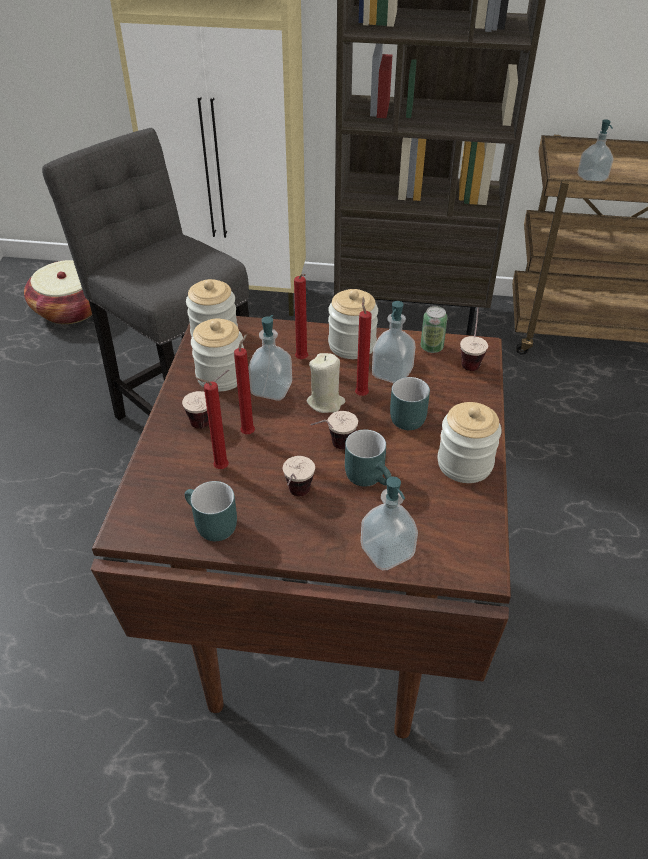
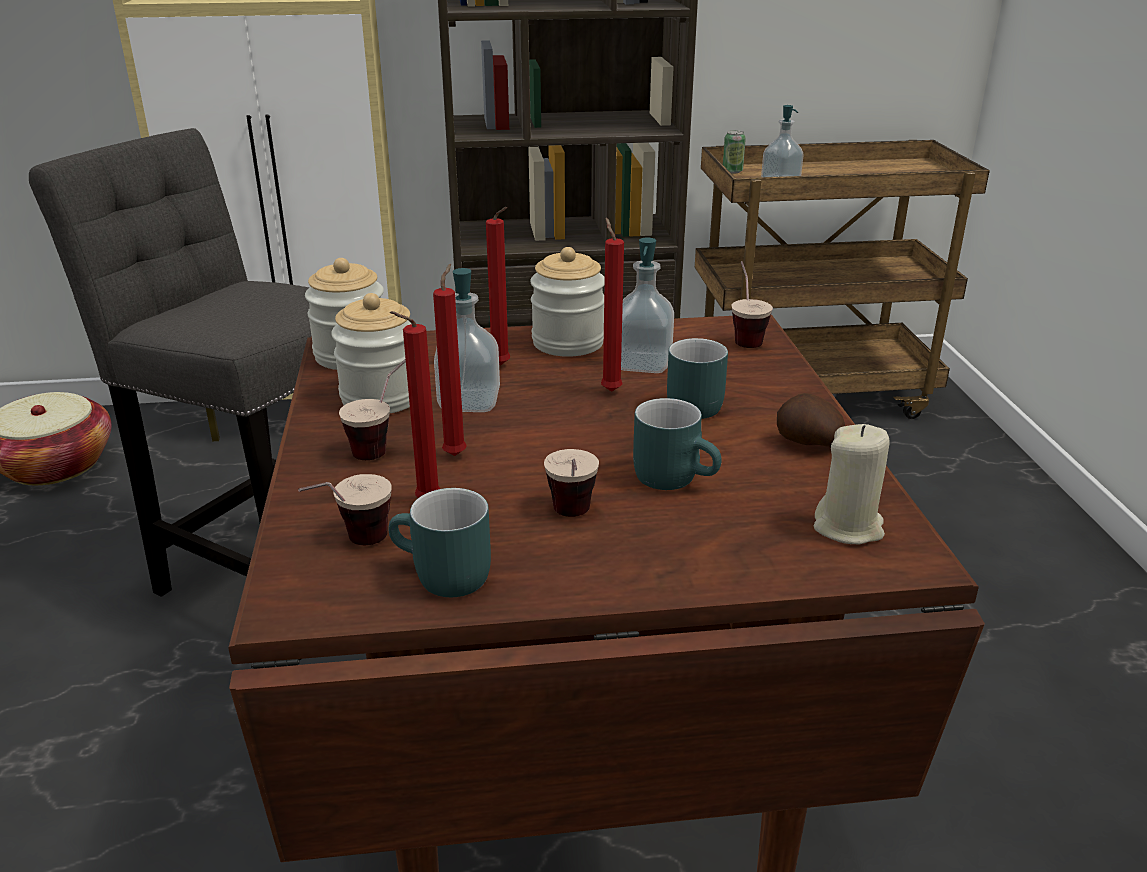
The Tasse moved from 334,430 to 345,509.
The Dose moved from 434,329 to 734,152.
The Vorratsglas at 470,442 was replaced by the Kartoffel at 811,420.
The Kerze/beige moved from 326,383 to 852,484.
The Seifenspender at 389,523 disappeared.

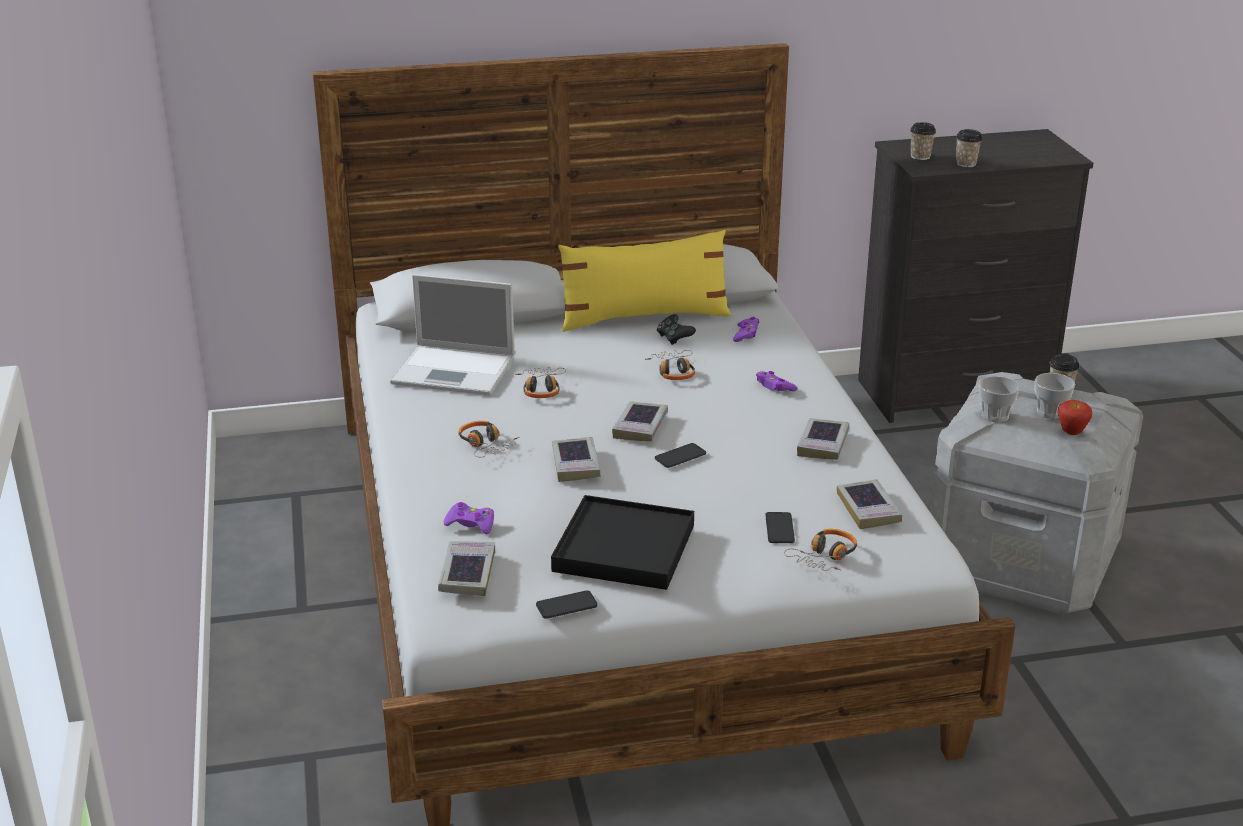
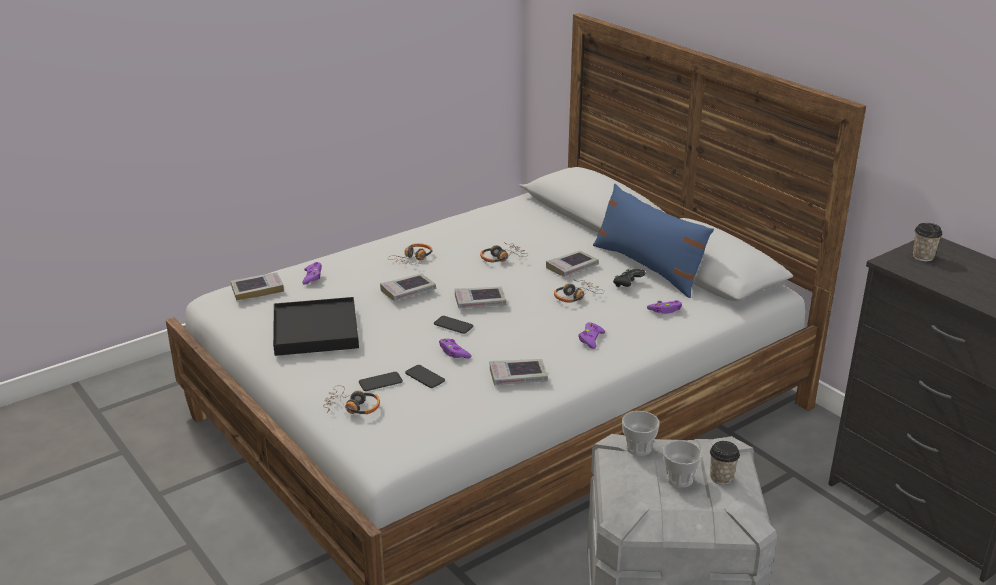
The Handy moved from 567,604 to 425,376.
The Gamepad/lila at 455,349 appeared.
The Buch moved from 869,504 to 572,264.
The Kissen/gelb at 644,281 became the Kissen/blau at 653,241.
The Laptop at 452,334 disappeared.
The Tasse at 969,148 disappeared.
The Apfel at 1075,417 disappeared.

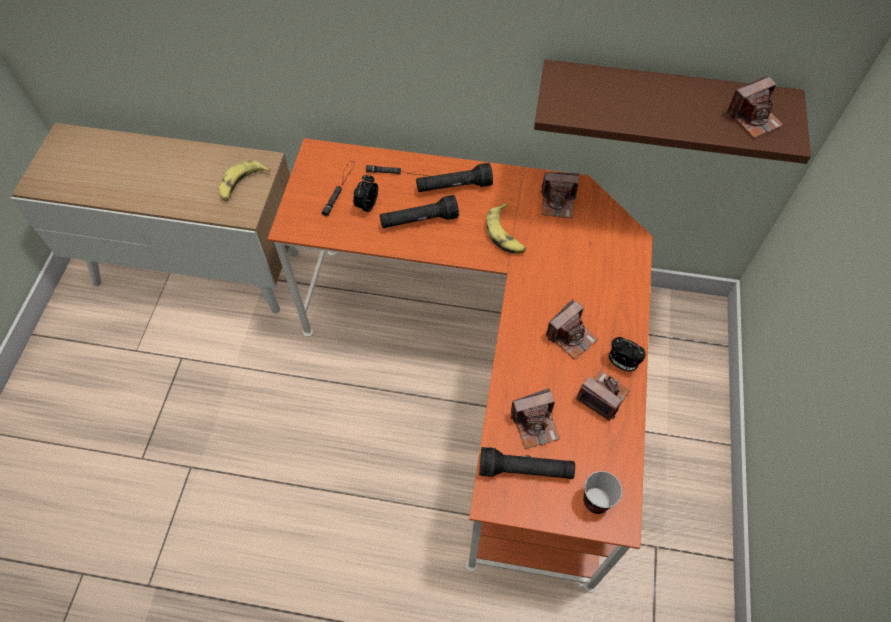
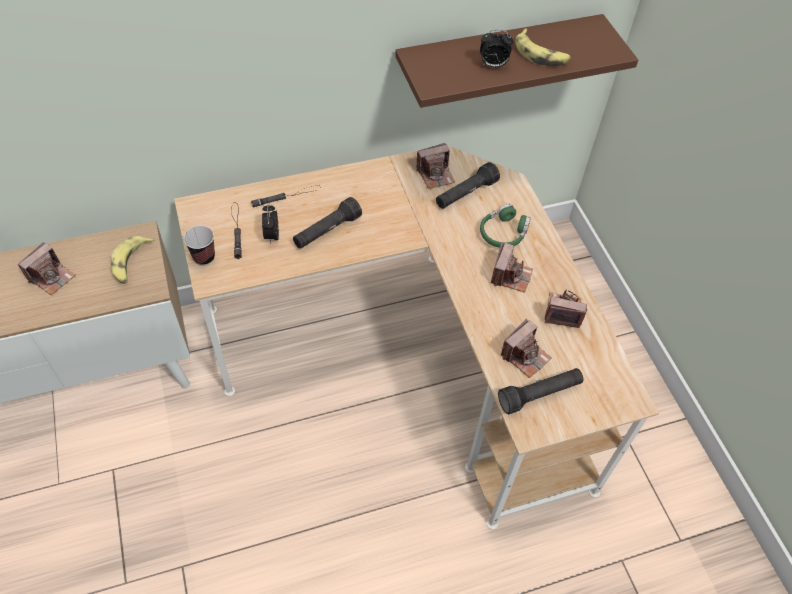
The Kamera moved from 755,106 to 47,268.
The Schreibtisch/orange at 460,365 became the Schreibtisch/beige at 416,337.
The Tasse moved from 602,492 to 199,246.
The Taschenlampe/schwarz moved from 454,177 to 468,185.
The Wecker moved from 627,354 to 496,49.
The Kopfhörer/grün at 505,226 appeared.
The Banane moved from 506,228 to 543,47.

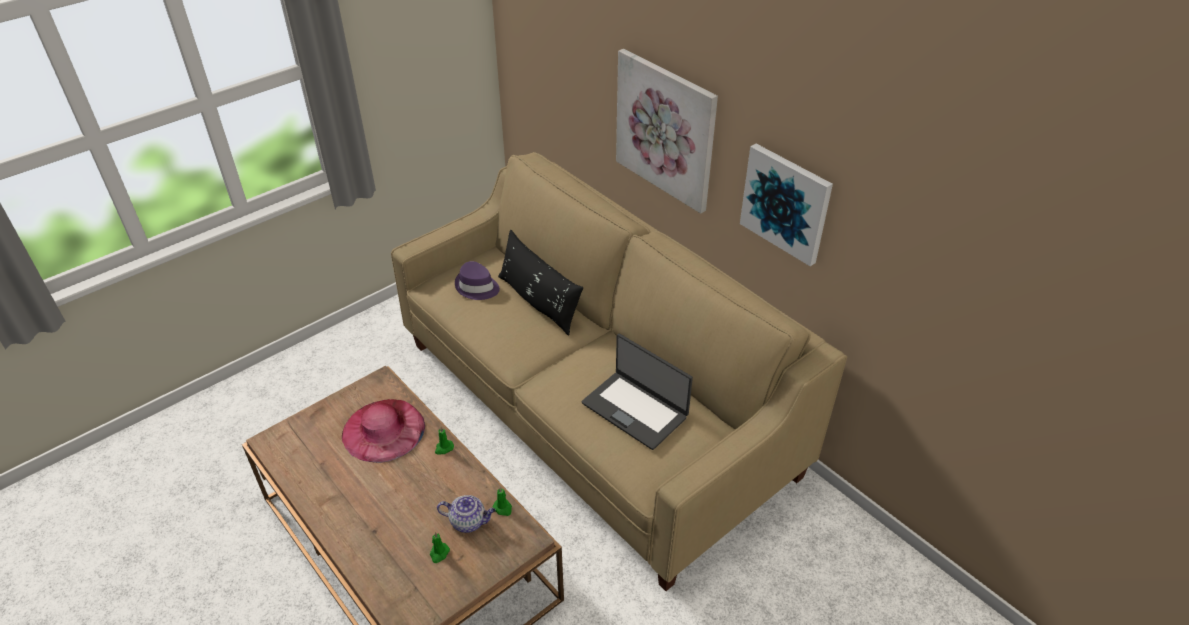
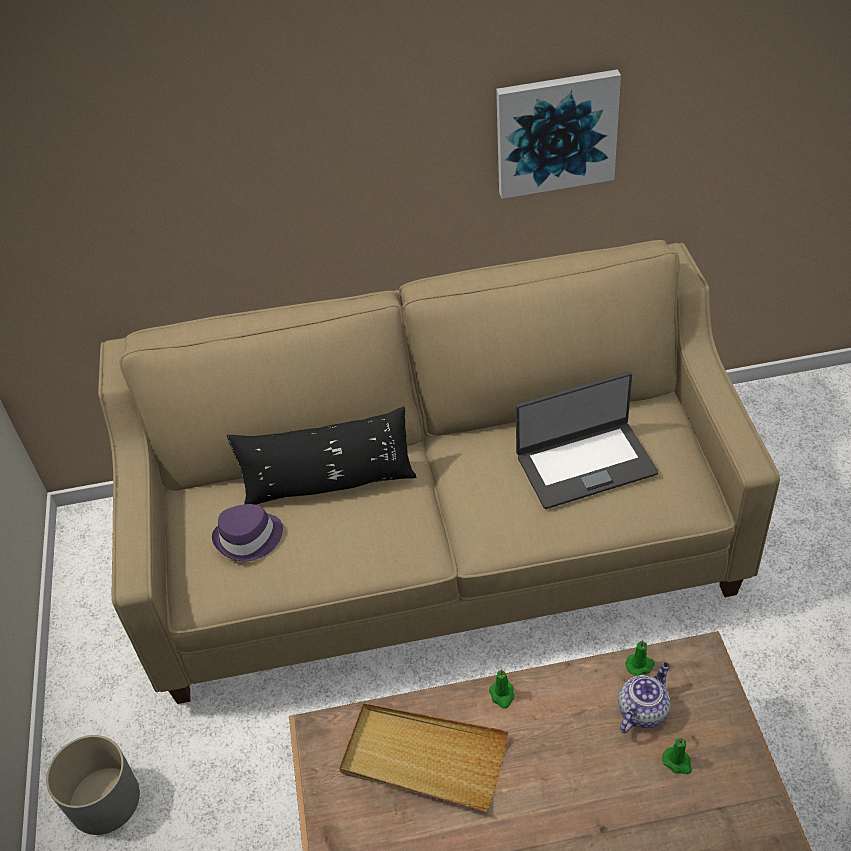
The Pflanzkübel/grau at 93,785 appeared.
The Hut/rosa at 383,431 was replaced by the Tablett/beige at 423,757.
The Bild at 667,131 disappeared.

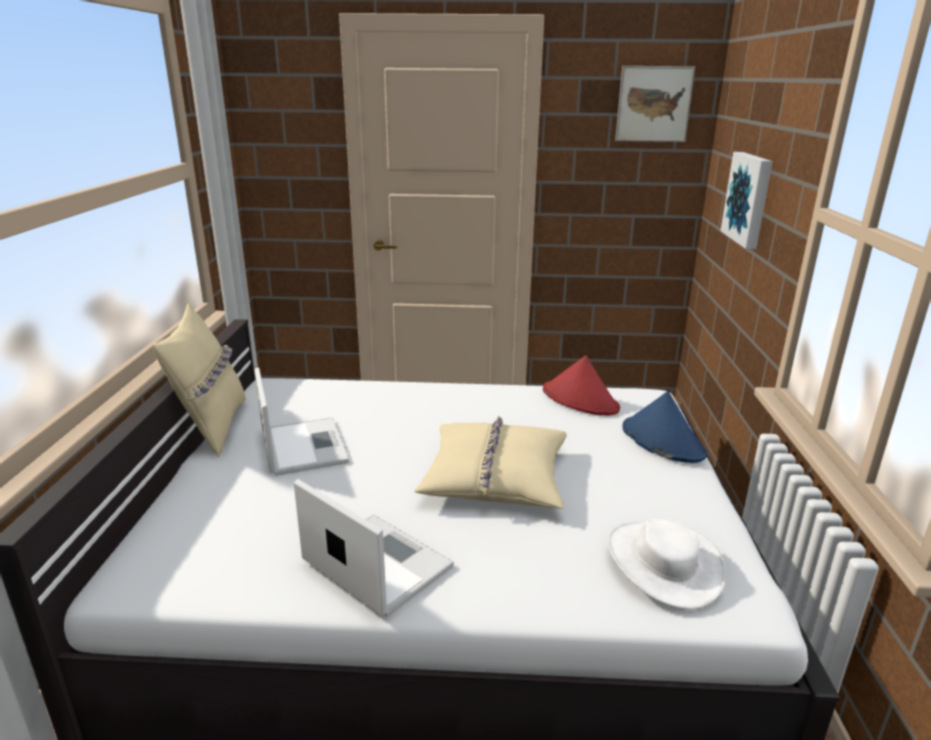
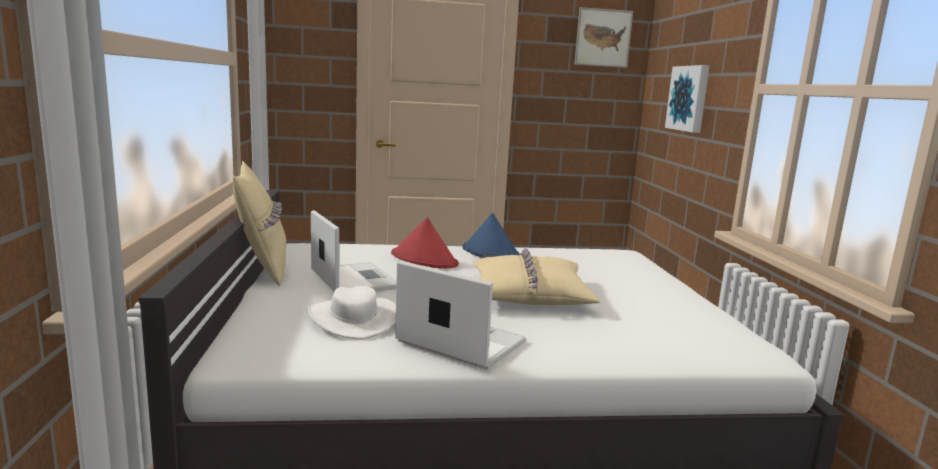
The Hut/weiß moved from 666,564 to 352,312.
The Hut/rot moved from 581,385 to 425,242.
The Hut/blau moved from 664,427 to 491,235.

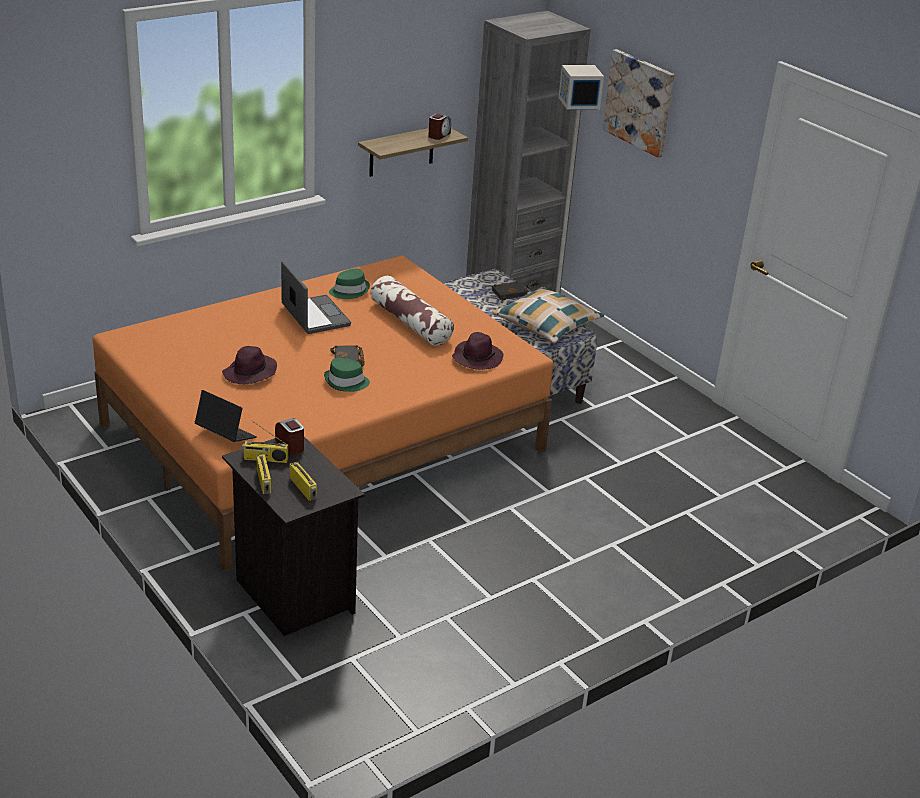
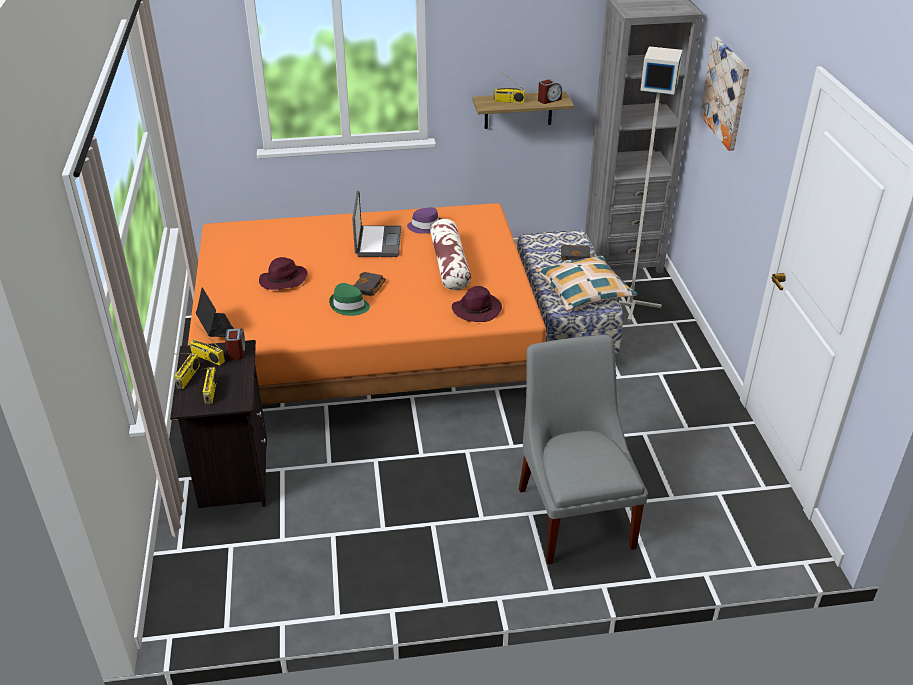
The Hut/grün at 349,283 became the Hut/lila at 424,220.
The Radio at 509,88 appeared.
The Stuhl/grau at 583,449 appeared.

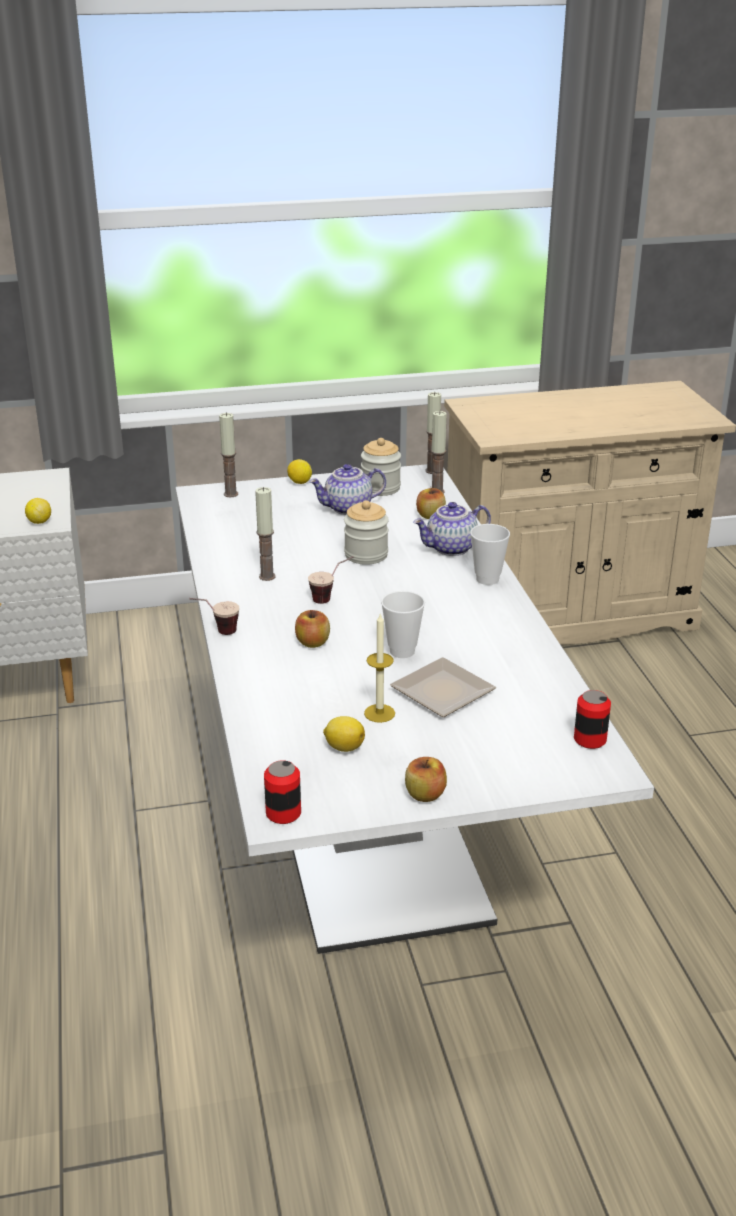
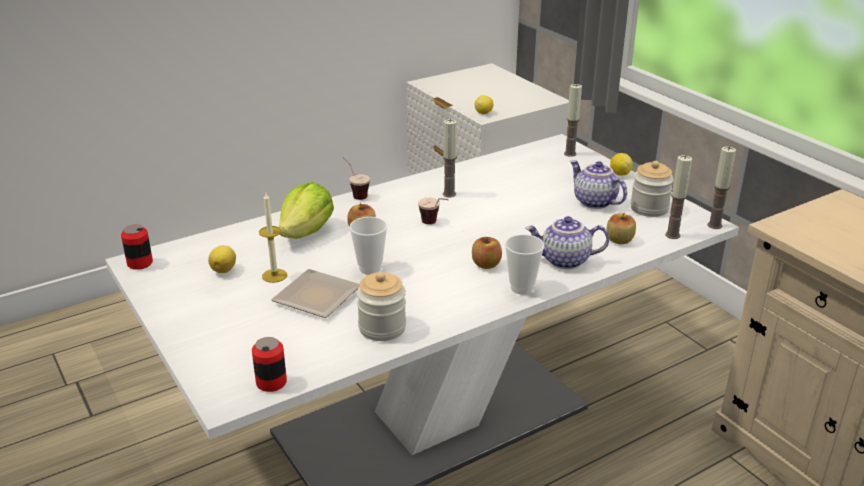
The Salatkopf at 306,210 appeared.
The Vorratsglas moved from 366,532 to 381,306.
The Apfel moved from 426,779 to 487,253.
The Teekanne at 452,529 turned 45 degrees counterclockwise.

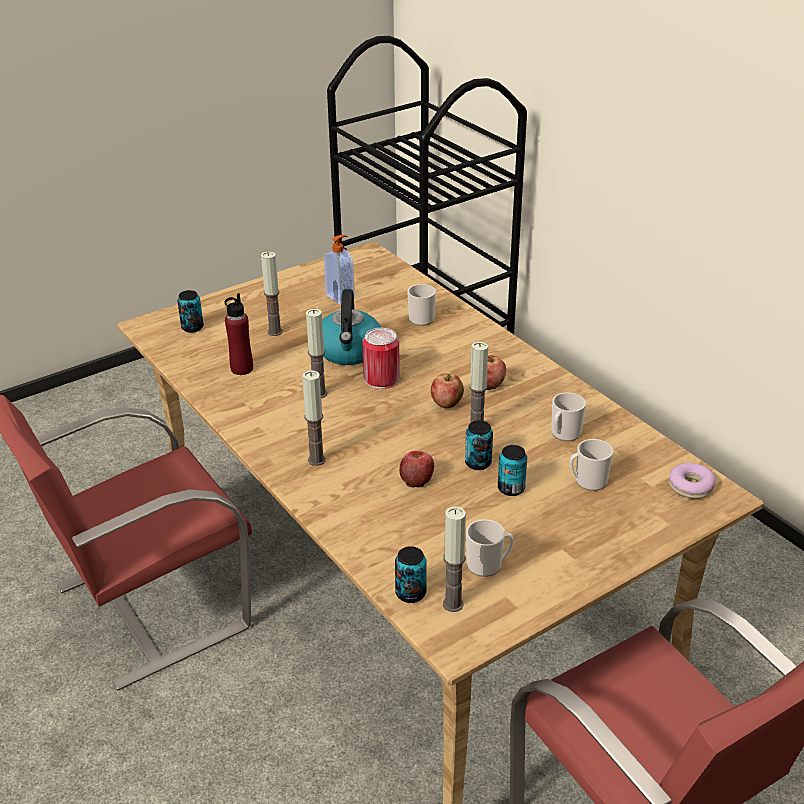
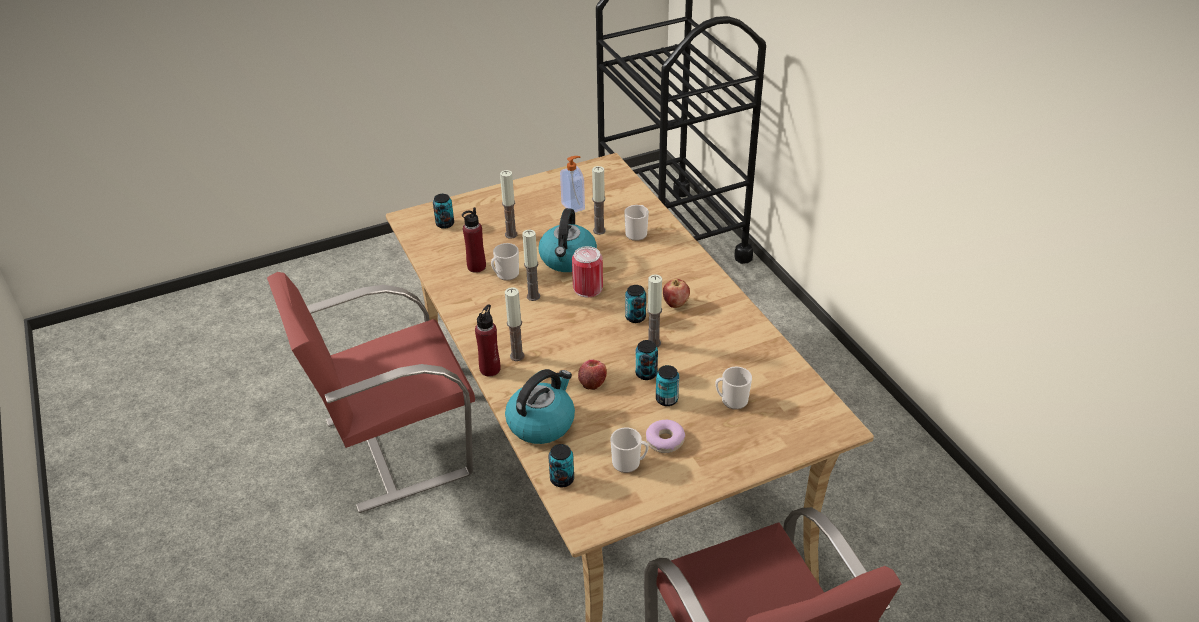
The Flasche/rot at 487,340 appeared.
The Henkelbecher moved from 568,416 to 505,262.
The Wasserkessel at 540,406 appeared.
The Kerze moved from 454,559 to 599,200.
The Apfel at 447,390 was replaced by the Dose at 635,304.
The Donut moved from 692,481 to 665,436.

